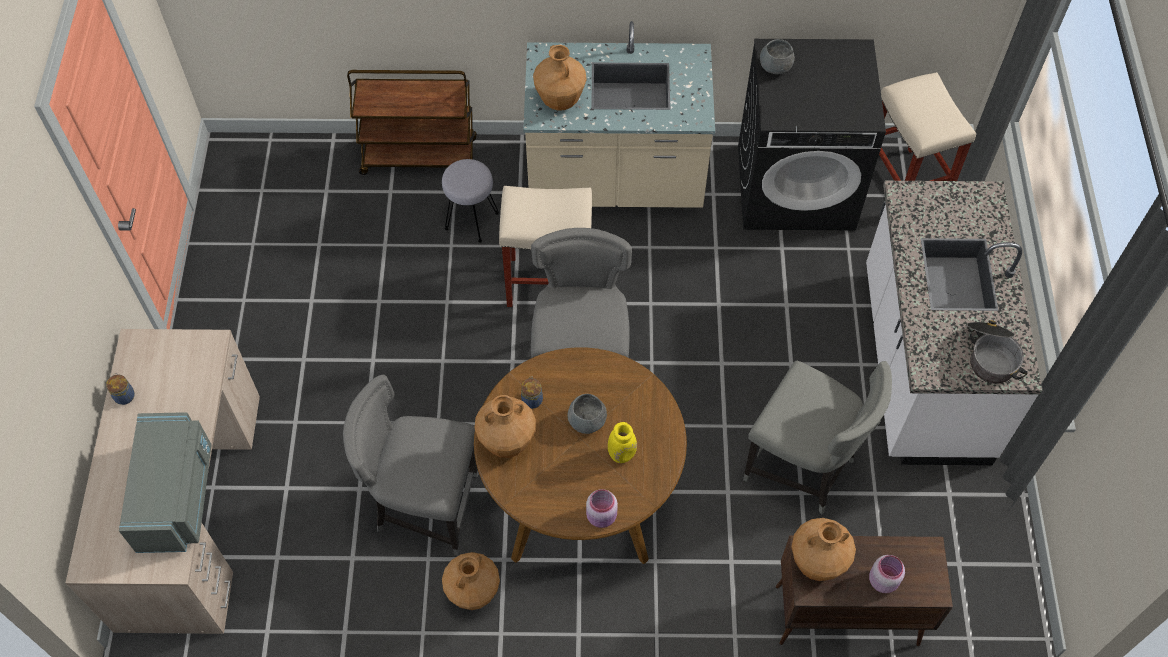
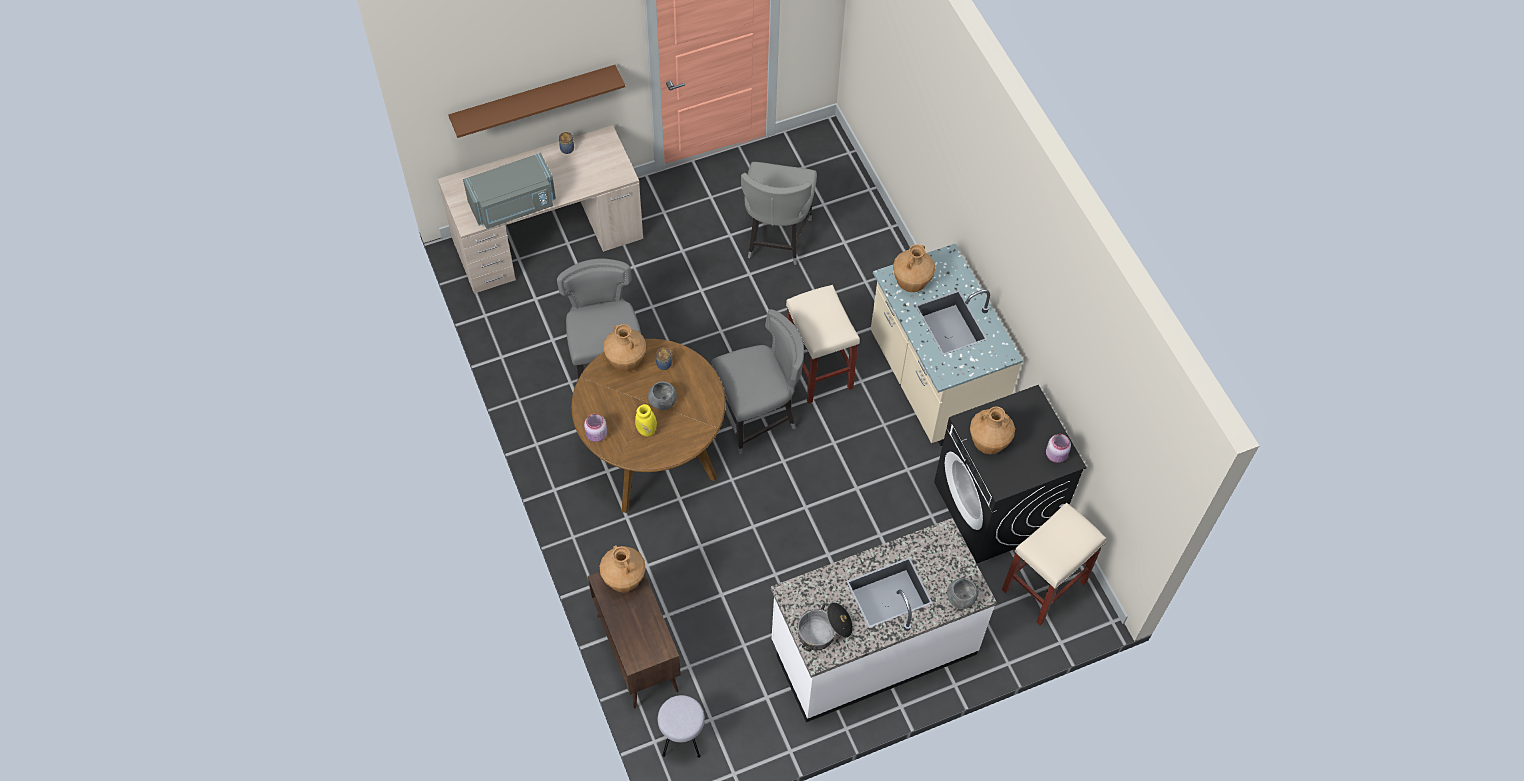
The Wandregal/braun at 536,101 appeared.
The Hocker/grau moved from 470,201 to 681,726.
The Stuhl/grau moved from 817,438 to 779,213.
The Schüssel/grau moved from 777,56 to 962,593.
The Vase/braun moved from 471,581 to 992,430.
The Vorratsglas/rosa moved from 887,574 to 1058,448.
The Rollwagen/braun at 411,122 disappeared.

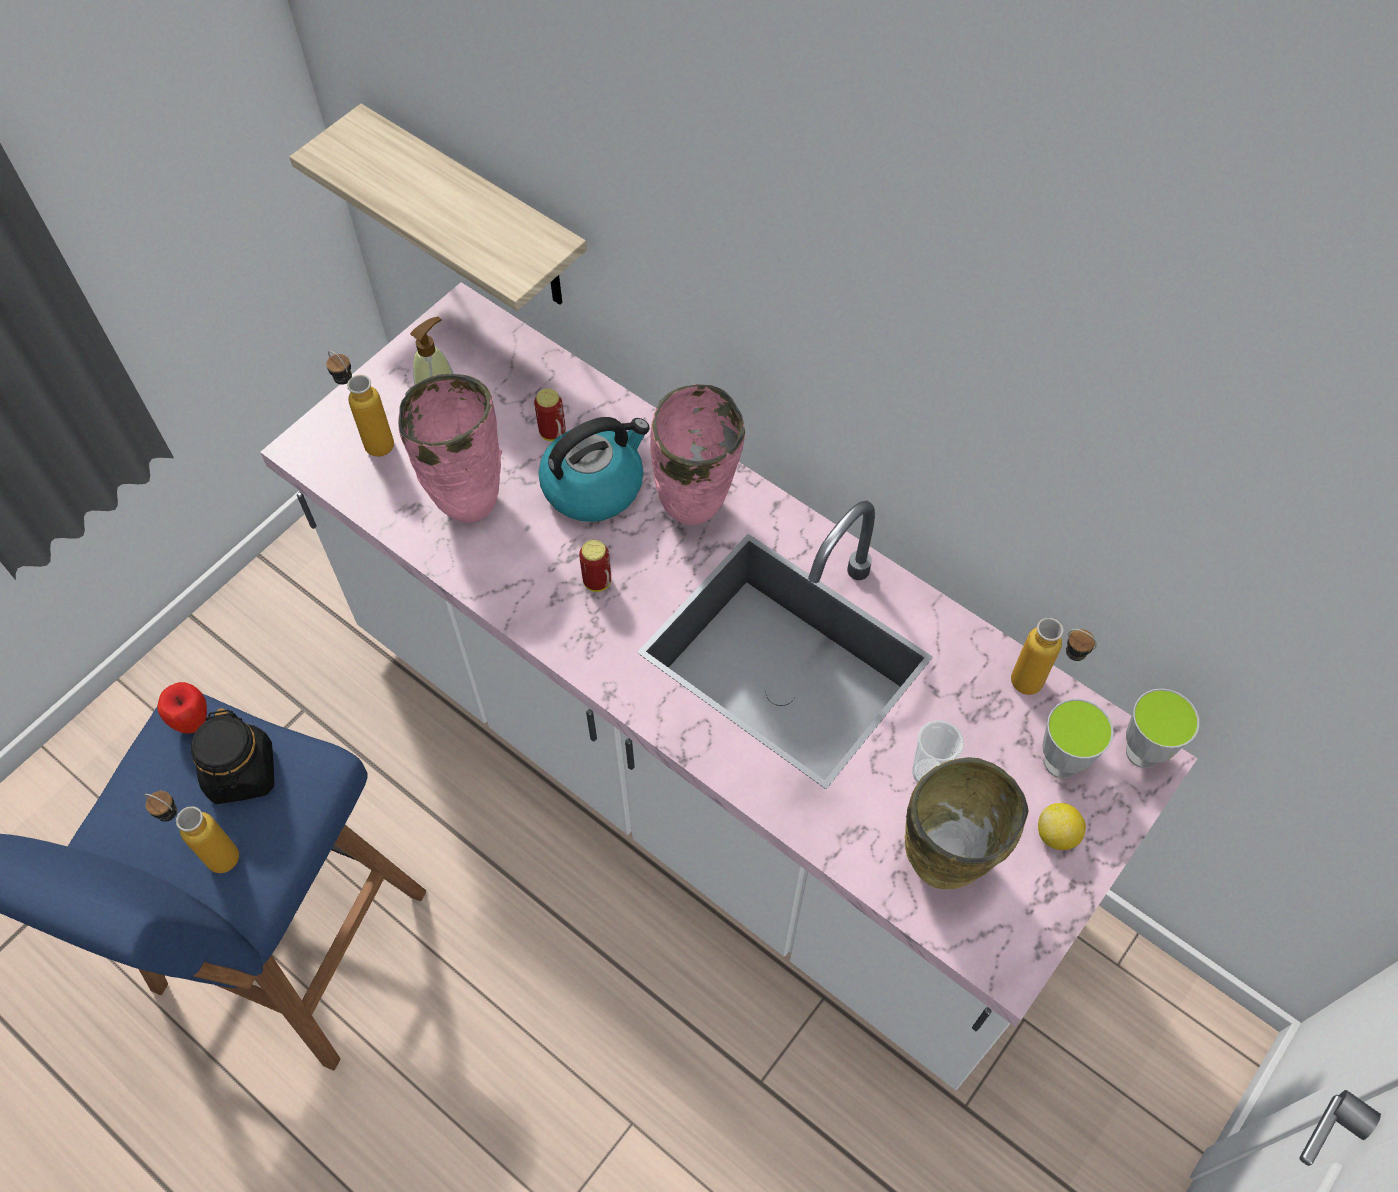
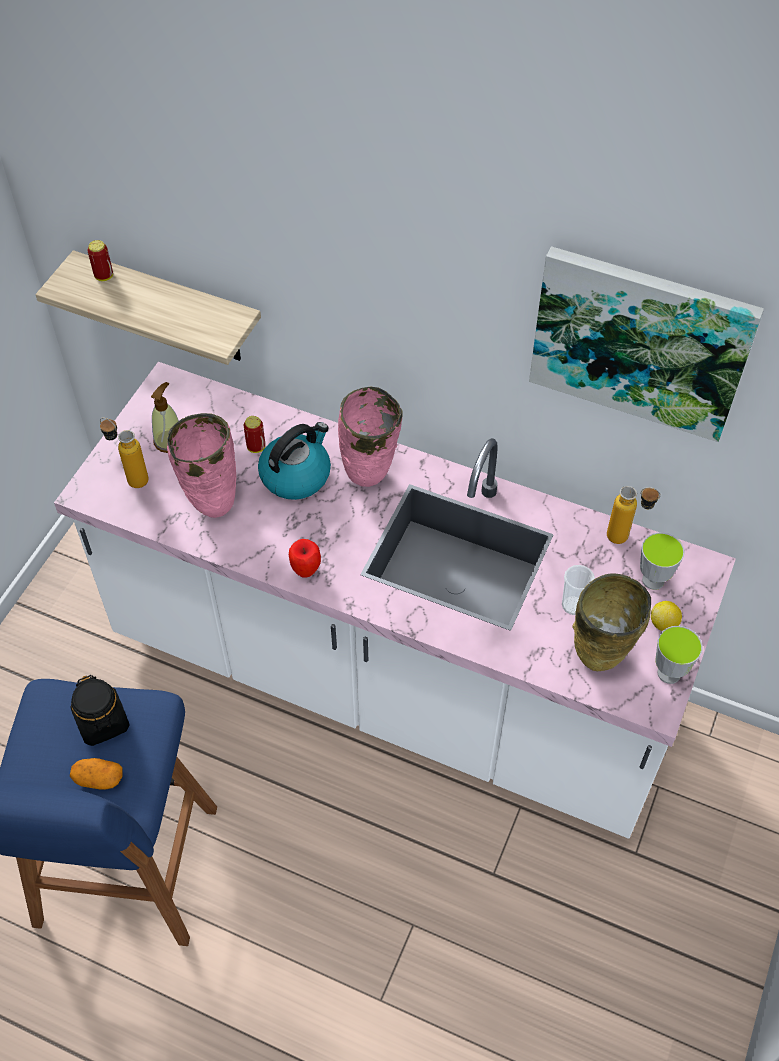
The Flasche at 192,832 was replaced by the Kartoffel at 96,774.
The Dose moved from 595,566 to 100,260.
The Apfel moved from 182,708 to 305,558.
The Bild at 646,344 appeared.
The Tasse moved from 1162,728 to 679,655.

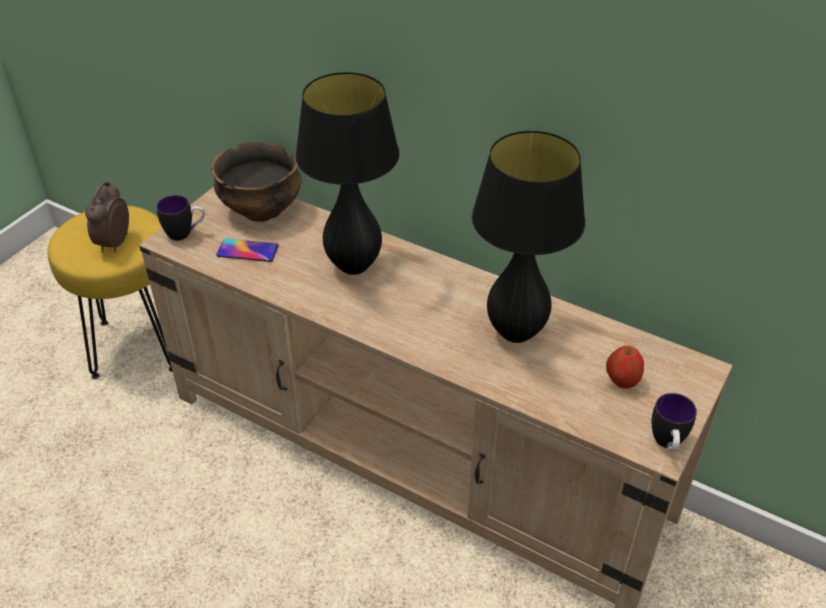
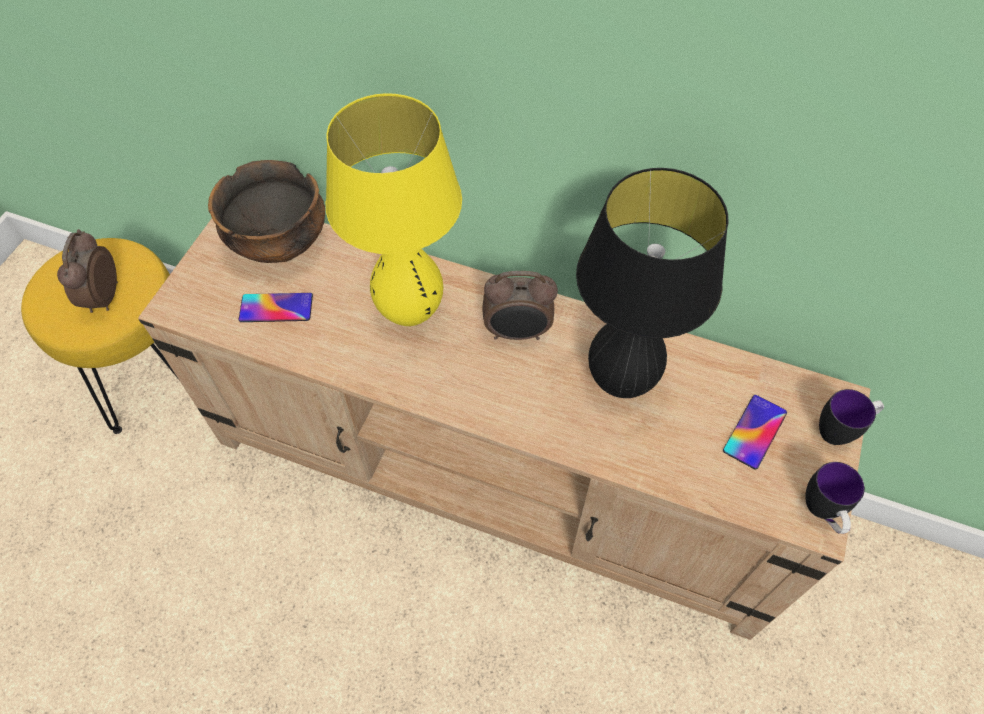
The Tischlampe/schwarz at 347,173 became the Tischlampe/gelb at 394,209.
The Wecker at 520,305 appeared.
The Apfel at 625,367 was replaced by the Handy at 755,432.
The Henkelbecher moved from 180,218 to 851,417.

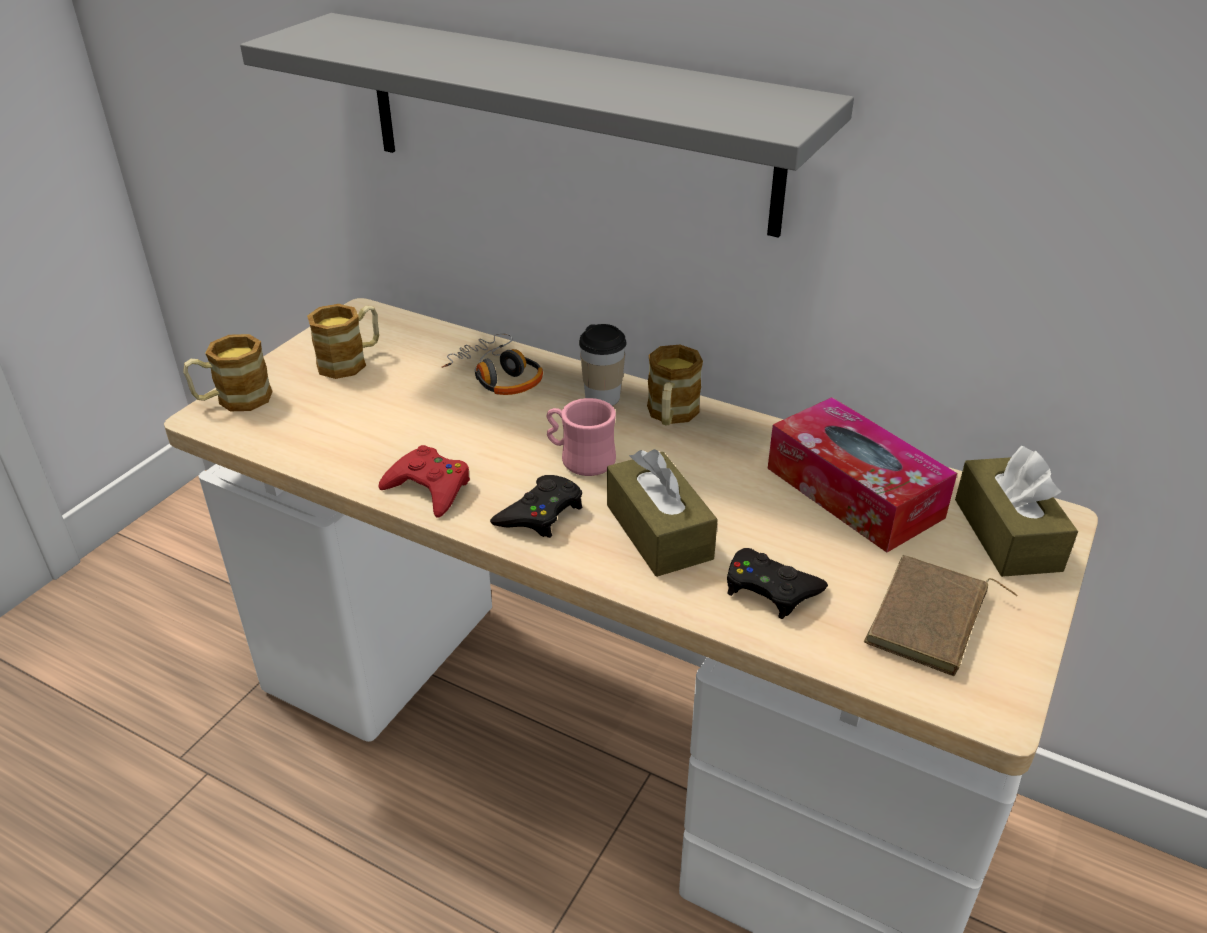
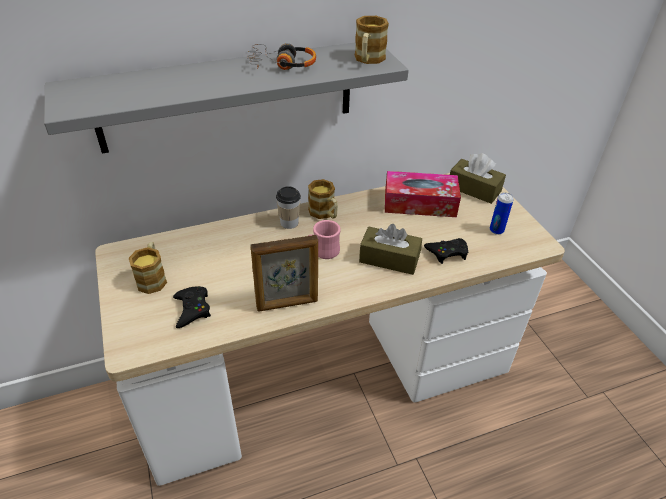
The Gamepad/schwarz moved from 536,506 to 192,307.
The Kopfhörer moved from 492,364 to 282,56.
The Gamepad/rot at 424,481 was replaced by the Bilderrahmen at 284,273.
The Henkelbecher moved from 228,372 to 372,40.
The Buch/braun at 940,615 was replaced by the Dose at 501,213.

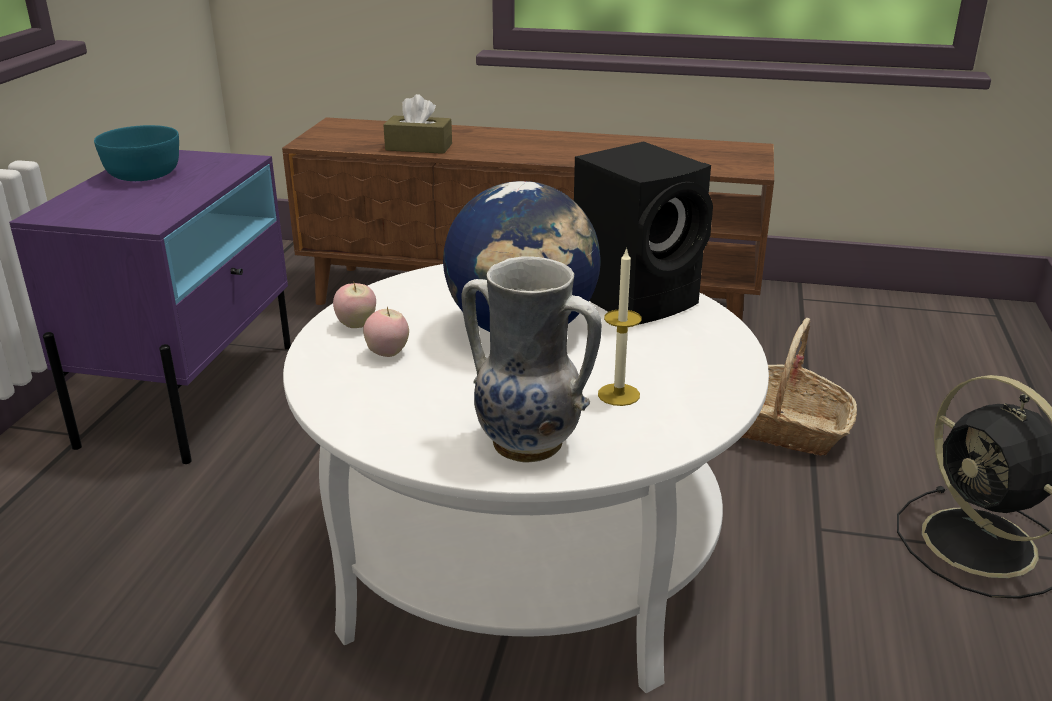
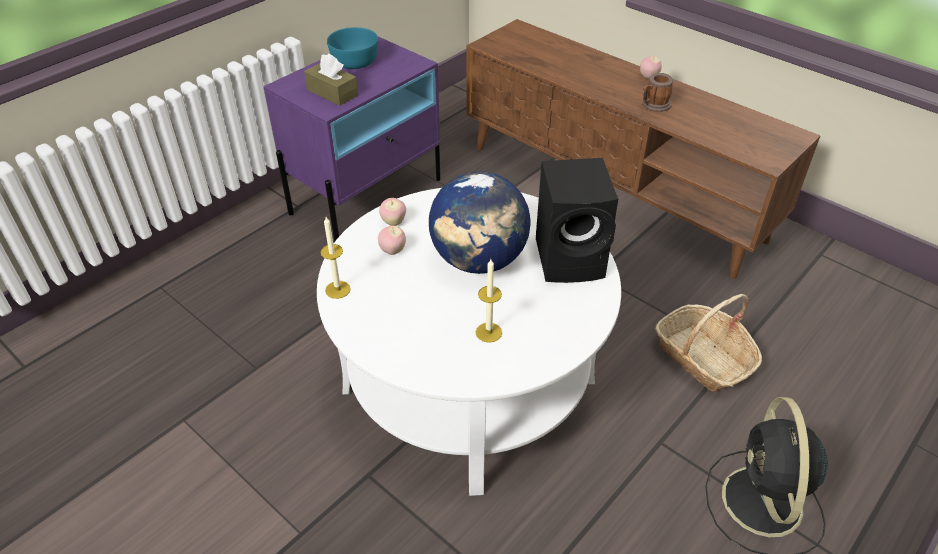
The Taschentuchbox/braun moved from 417,124 to 331,80.
The Kerze at 335,258 appeared.
The Apfel at 651,67 appeared.
The Henkelbecher at 657,92 appeared.
The Vase at 531,360 disappeared.

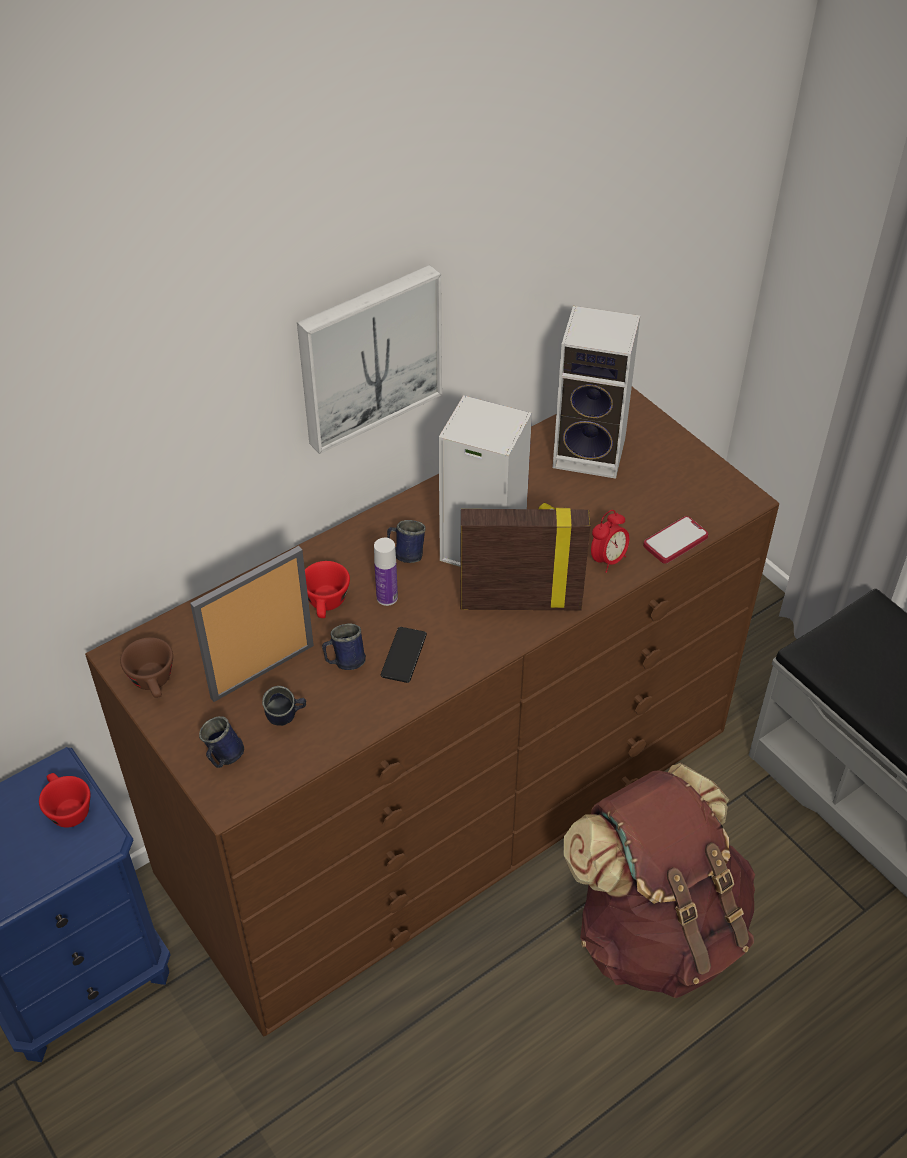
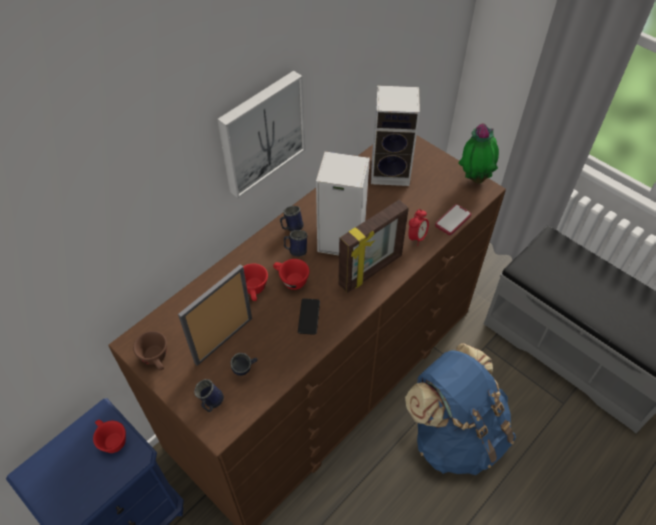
The Flasche at 386,572 was replaced by the Tasse/rot at 291,274.
The Henkelbecher/blau moved from 344,646 to 292,219.
The Bilderrahmen at 525,557 turned 150 degrees clockwise.
The Rucksack/braun at 659,880 became the Rucksack/blau at 460,409.
The Topfpflanze at 478,153 appeared.

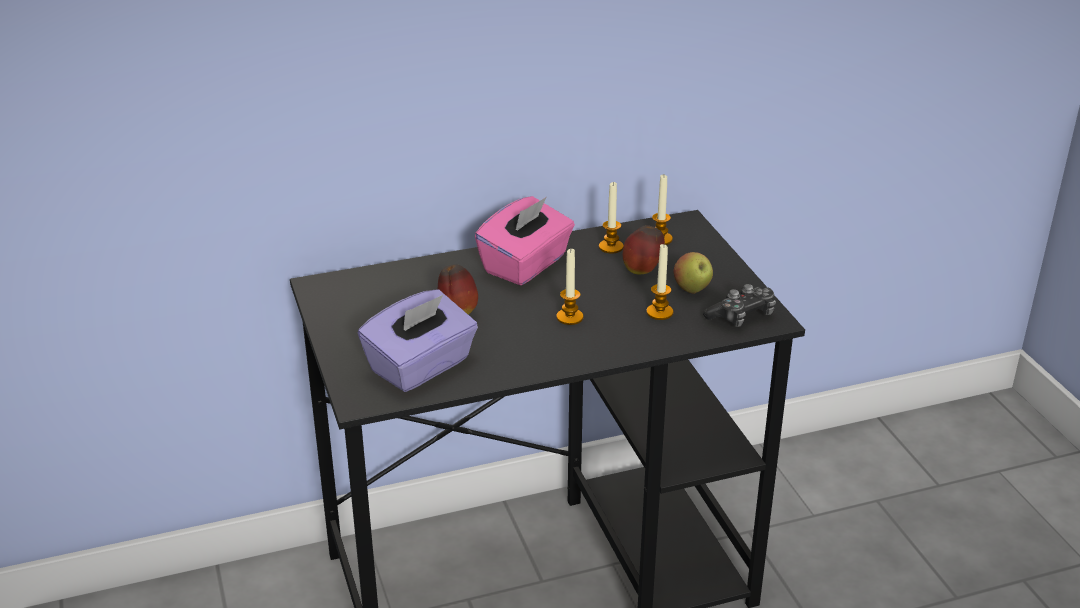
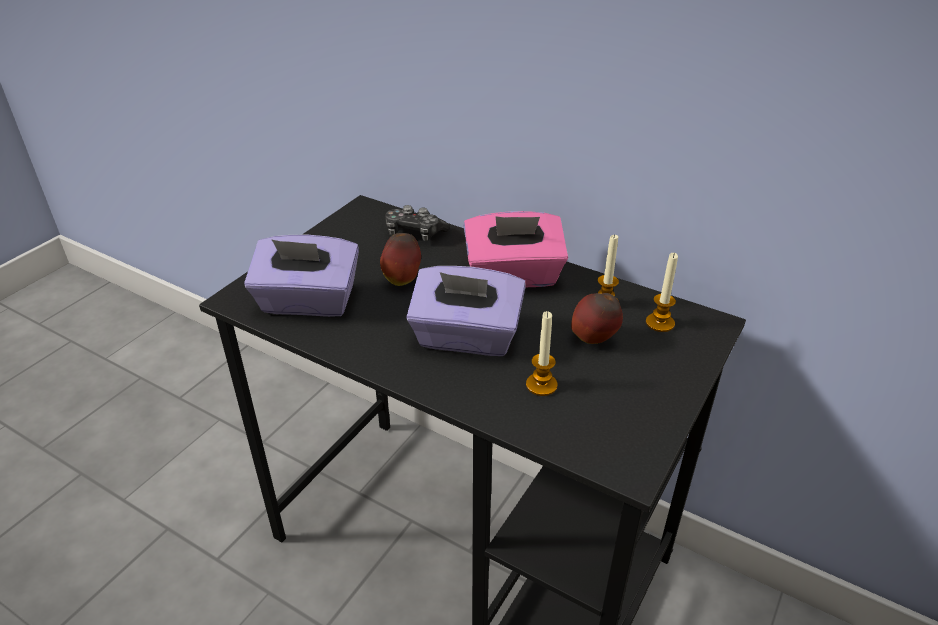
The Gamepad moved from 739,305 to 417,223.
The Kerze at 570,287 was replaced by the Taschentuchbox/lila at 466,311.
The Apfel at 693,273 disappeared.

